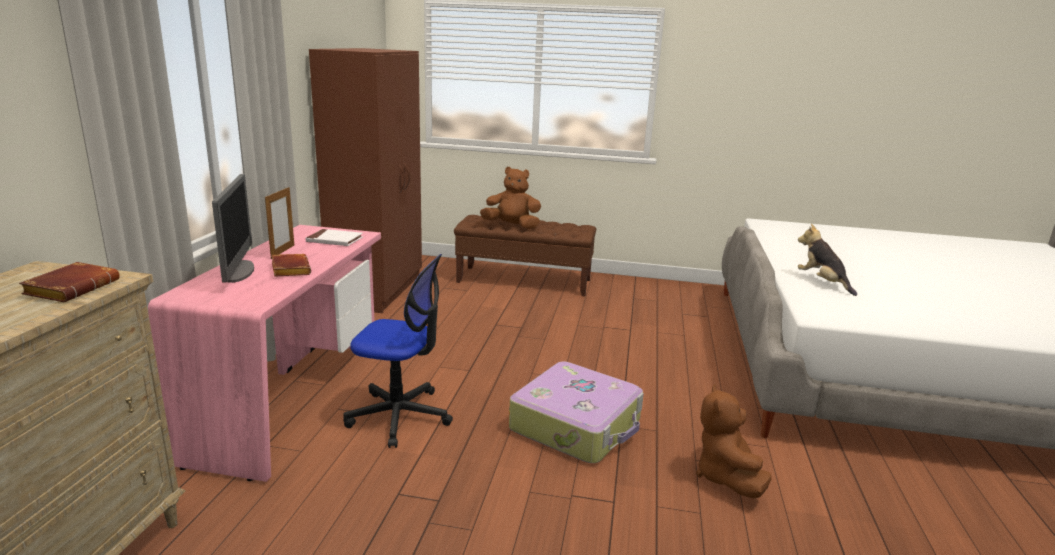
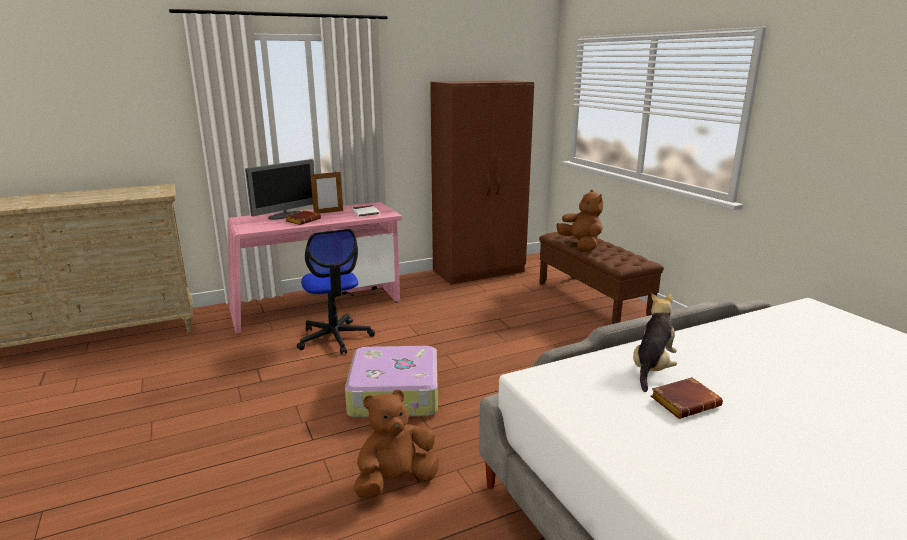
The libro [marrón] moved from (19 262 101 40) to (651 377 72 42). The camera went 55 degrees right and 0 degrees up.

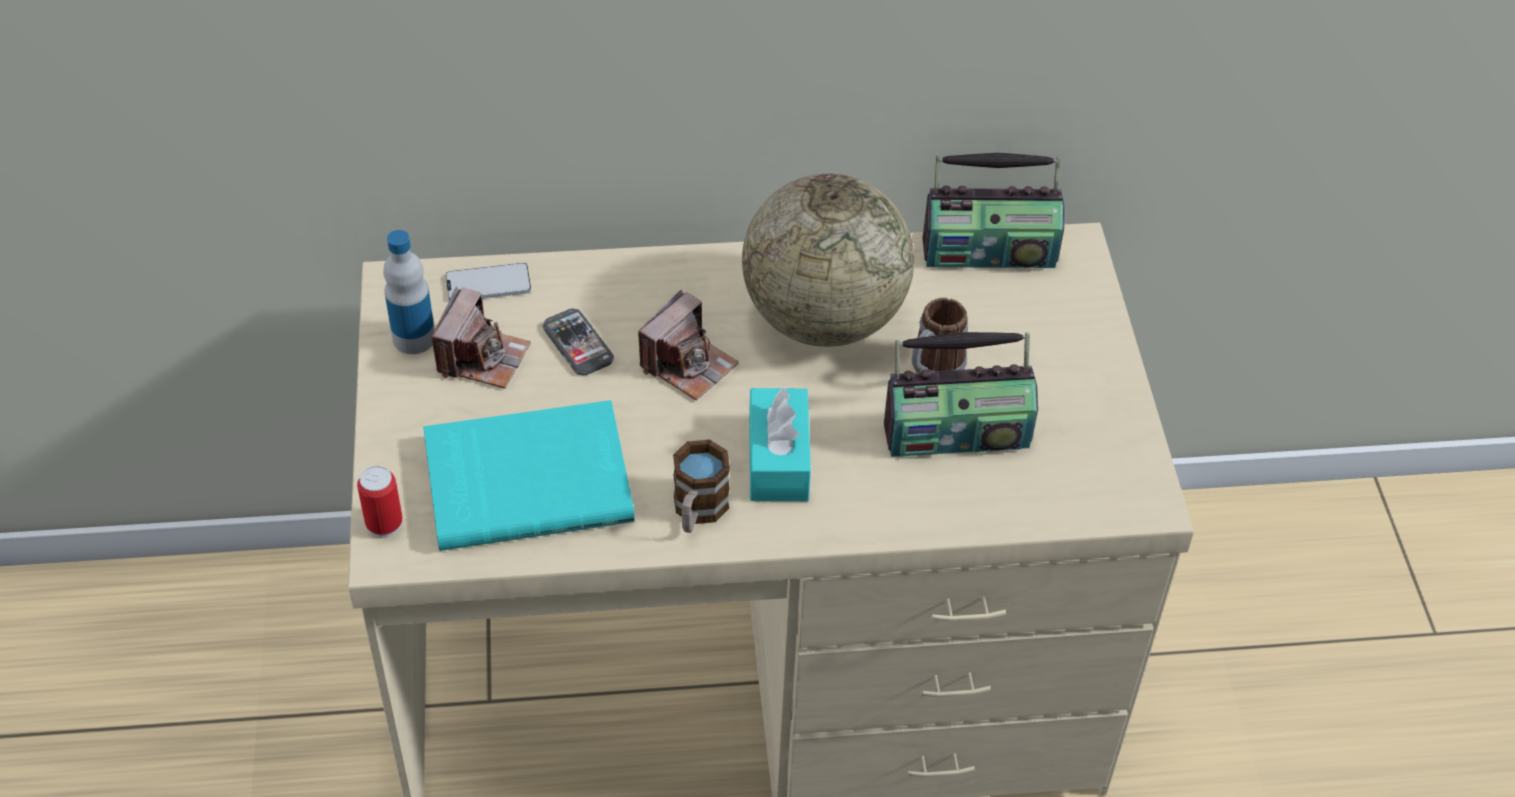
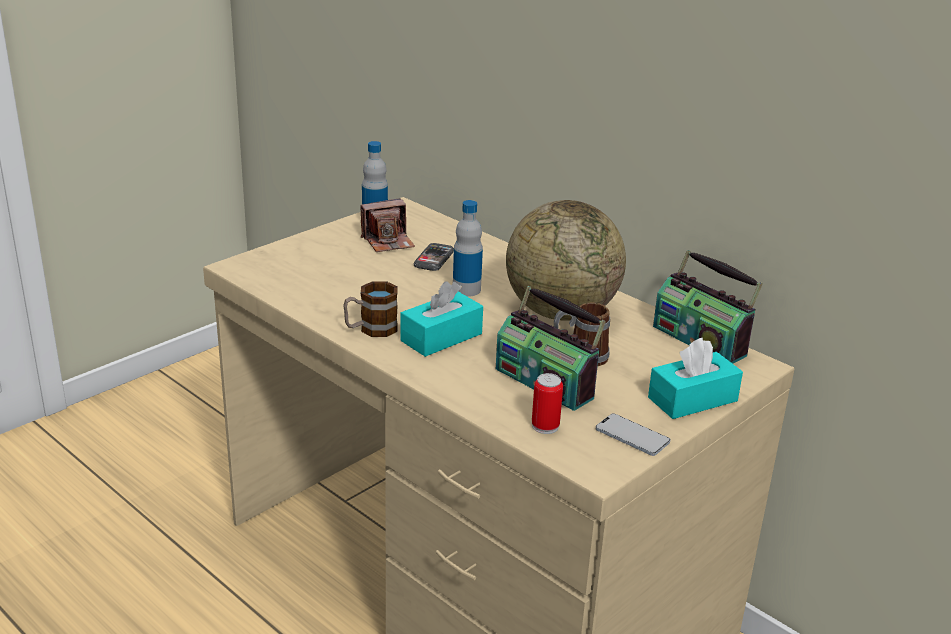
The libro [turquesa] at (423 400 212 151) disappeared. The caja de pañuelos [turquesa] at (648 338 95 81) appeared. The lata moved from (357 466 46 72) to (532 373 31 61). The móvil moved from (445 263 86 37) to (596 413 75 43). The cámara at (638 289 101 111) was replaced by the botella at (453 200 30 97). The camera went 50 degrees right and 20 degrees down.

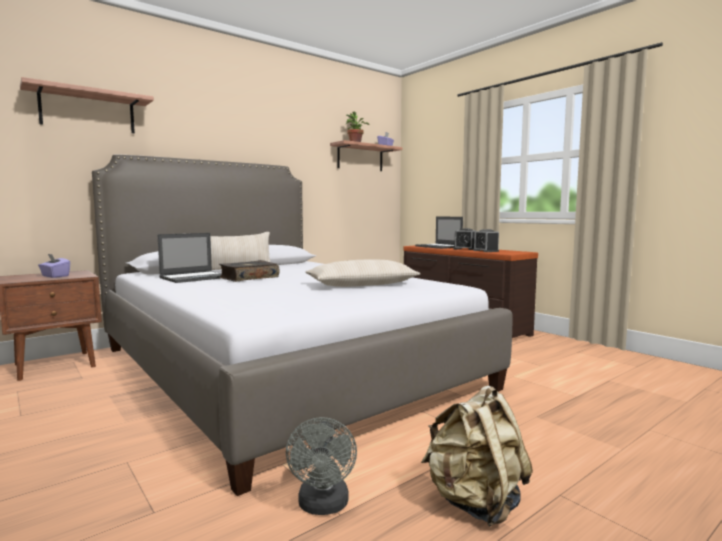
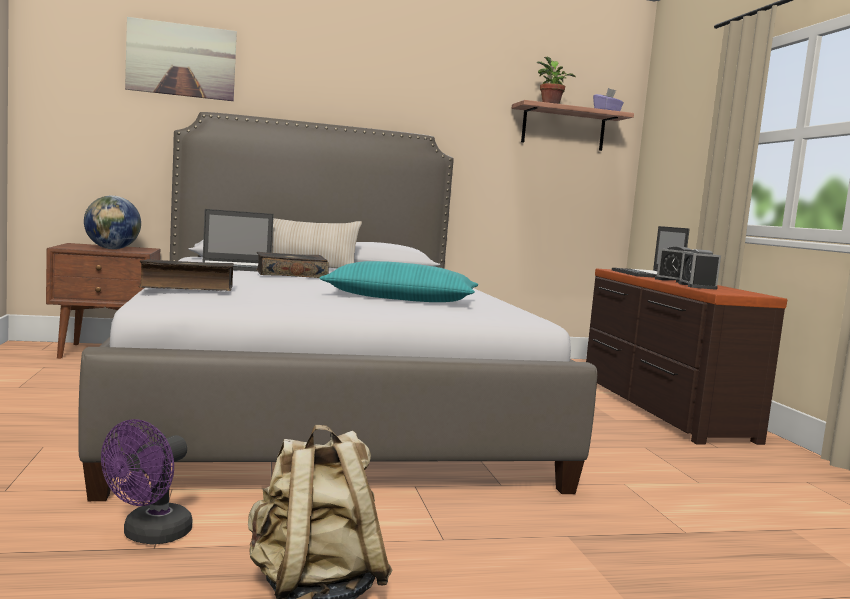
The libro at (138 259 96 32) appeared. The estante at (20 77 134 56) was replaced by the cuadro at (125 17 112 84). The caja de pañuelos [morado] at (38 253 32 25) was replaced by the globo terráqueo at (84 196 57 53). The ventilador [gris] at (286 417 71 98) became the ventilador [morado] at (101 419 92 126). The cojín [beis] at (305 259 116 28) became the cojín [turquesa] at (319 261 159 41). The camera went 25 degrees right and 0 degrees up.

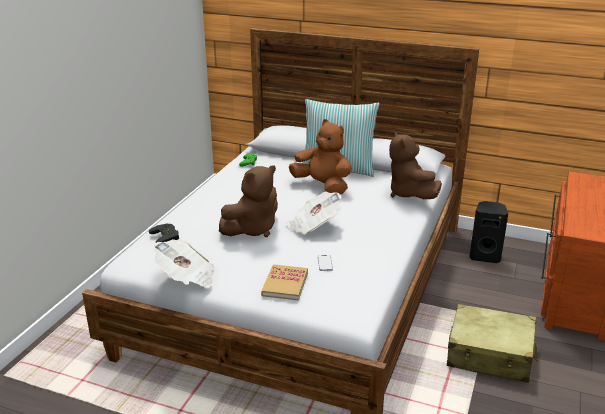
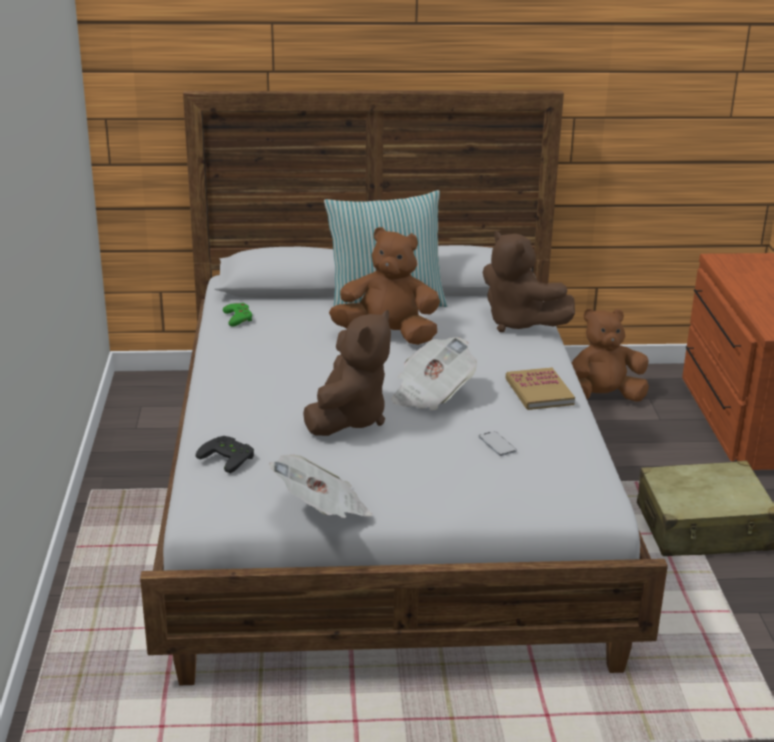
The libro moved from (261 264 47 37) to (505 367 70 43). The altavoz [negro] at (469 201 39 62) was replaced by the peluche [marrón] at (572 308 77 94). The camera went 25 degrees left and 0 degrees up.

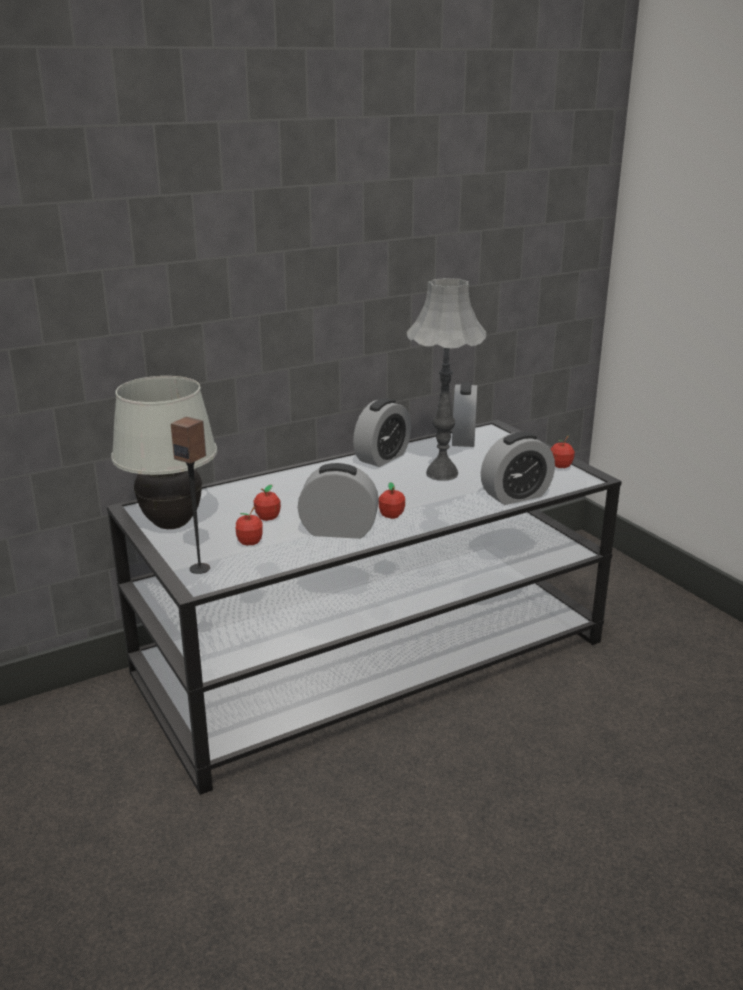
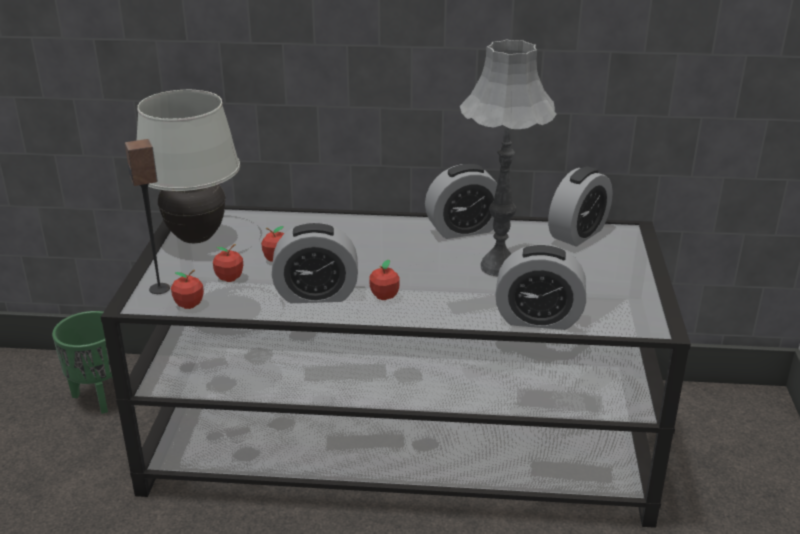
The maceta [verde] at (52 311 61 103) appeared. The manzana moved from (551 435 24 33) to (171 270 33 39). The despertador at (298 463 81 76) turned 135 degrees clockwise. The camera went 35 degrees right and 5 degrees up.

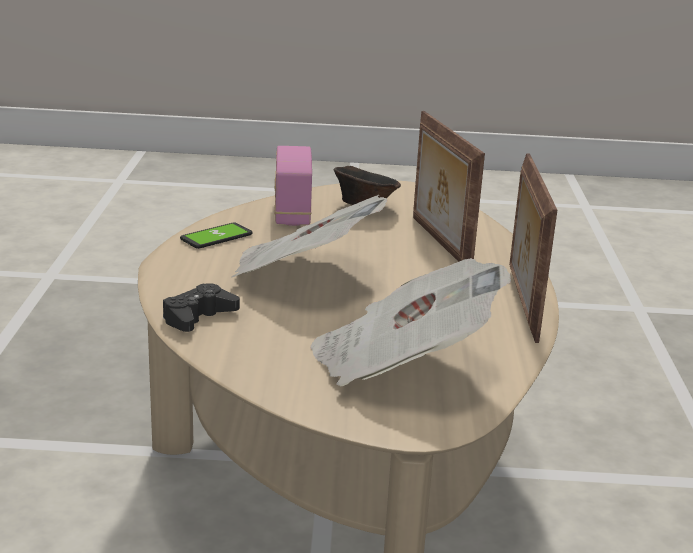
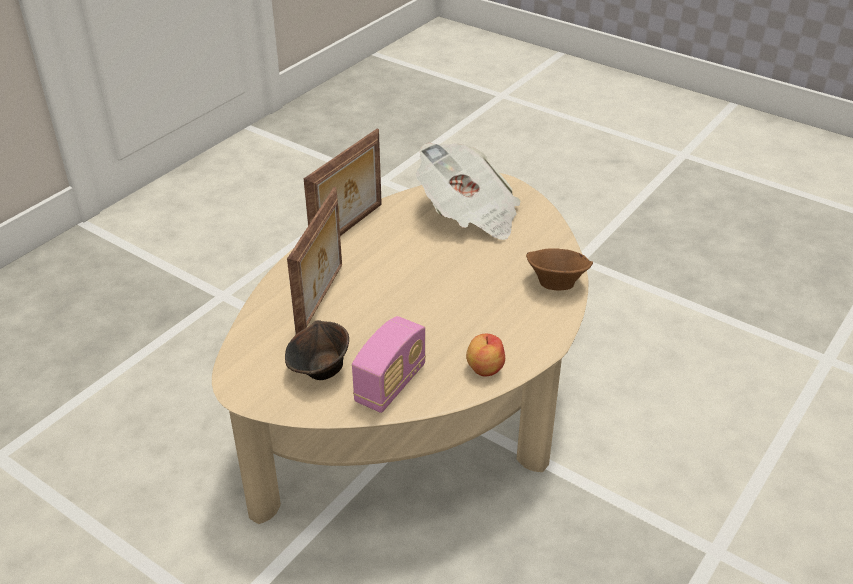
The periódico at (231 195 156 83) disappeared. The mando de consola [negro] at (163 283 77 49) was replaced by the cuenco [marrón] at (526 248 67 42). The móvil at (180 223 72 26) was replaced by the manzana at (466 334 39 42). The camera went 145 degrees left and 15 degrees up.

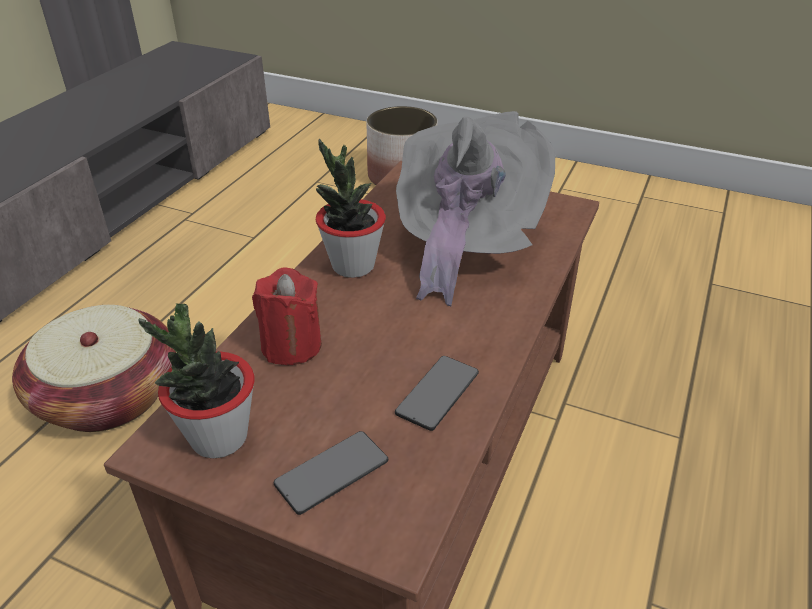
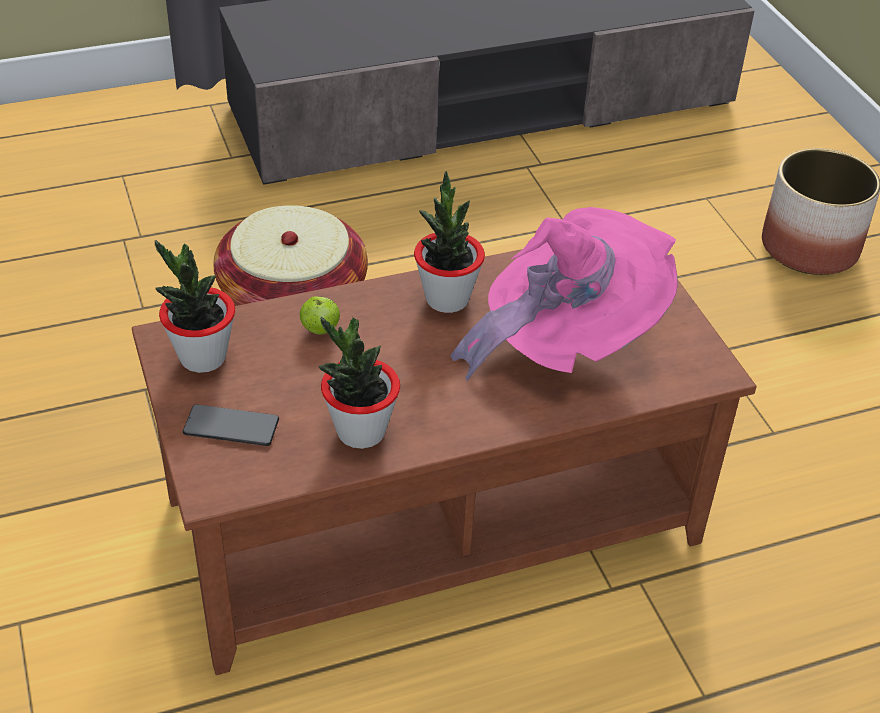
The vela [rojo] at (252 267 70 98) was replaced by the manzana at (300 296 40 39). The móvil at (395 356 84 75) was replaced by the planta en maceta at (318 317 82 132). The sombrero [gris] at (396 111 159 195) became the sombrero [rosa] at (450 207 228 174). The camera went 45 degrees right and 5 degrees up.

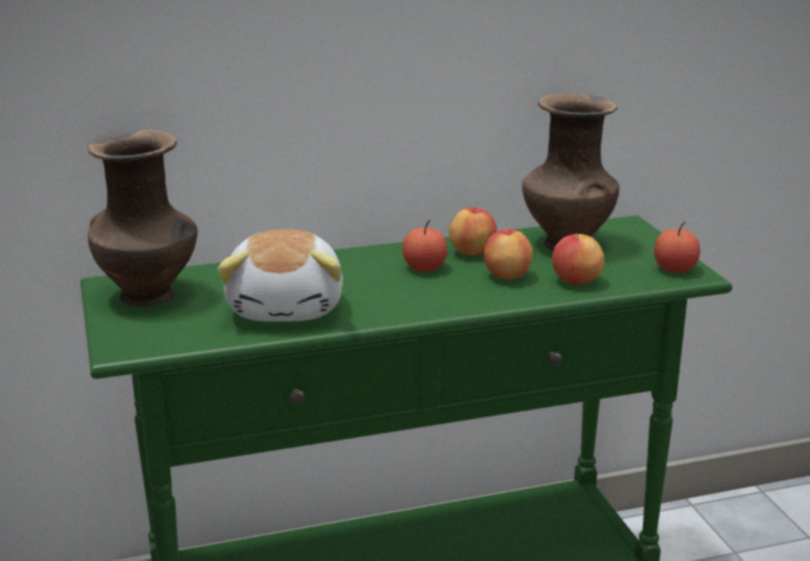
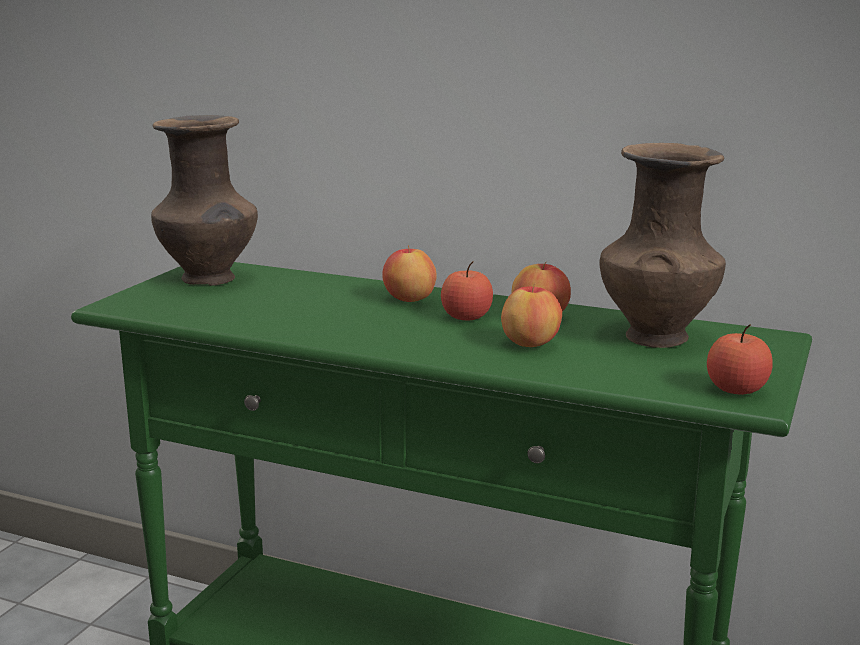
The peluche at (217 229 126 93) disappeared. The manzana moved from (552 232 52 52) to (382 245 55 57). The camera went 40 degrees right and 5 degrees down.

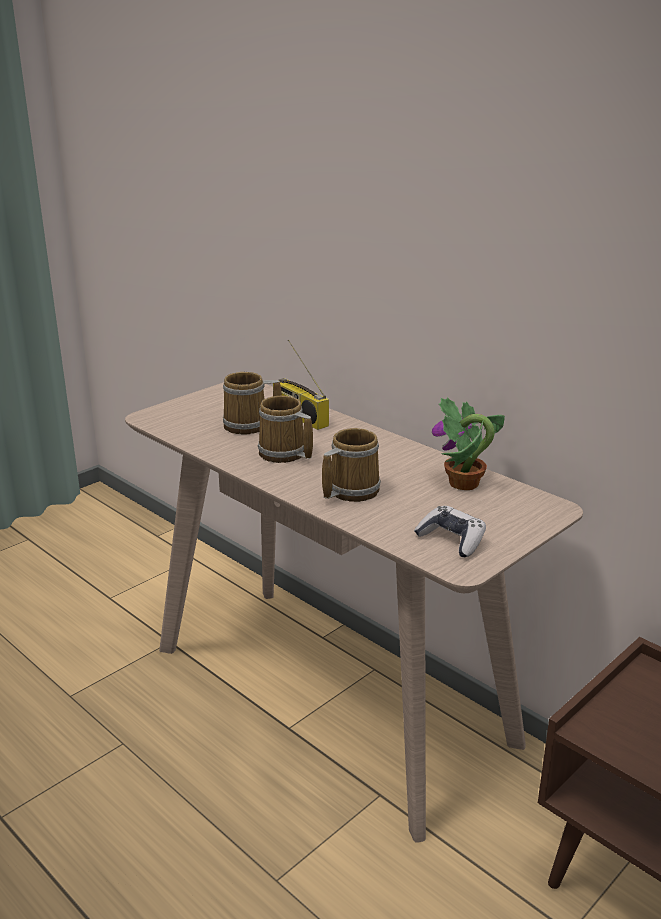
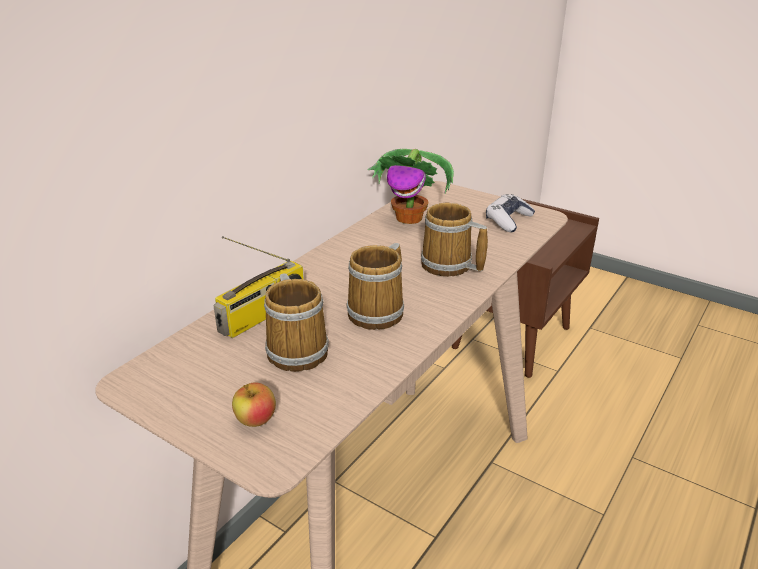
The manzana at (232 382 44 45) appeared. The camera went 100 degrees left and 5 degrees up.

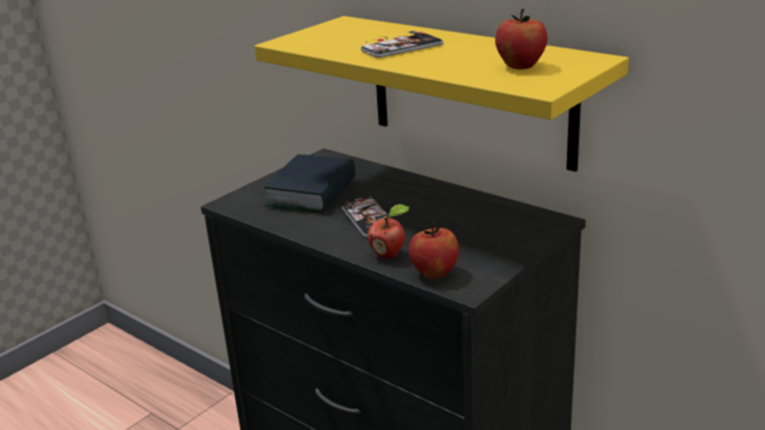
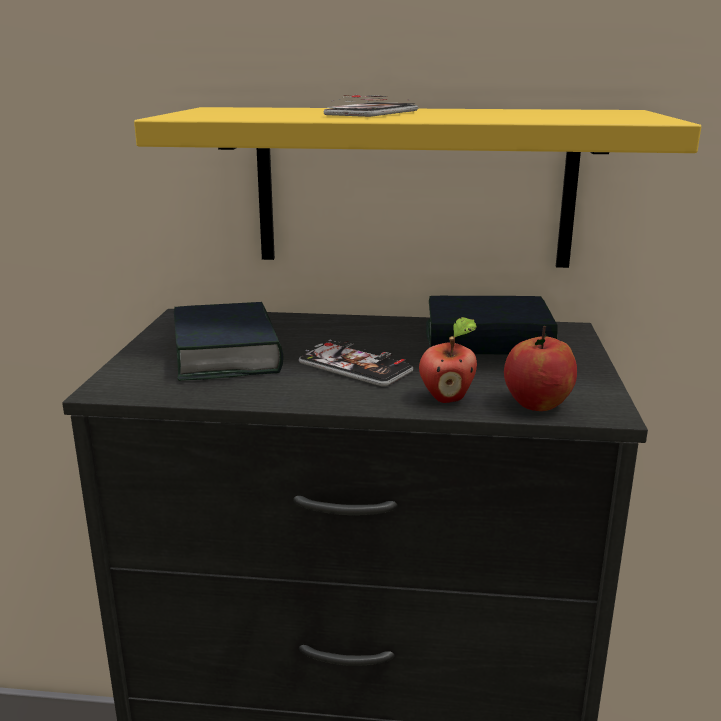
The manzana at (495 9 52 60) disappeared. The libro at (426 296 132 58) appeared. The camera went 35 degrees left and 5 degrees down.

